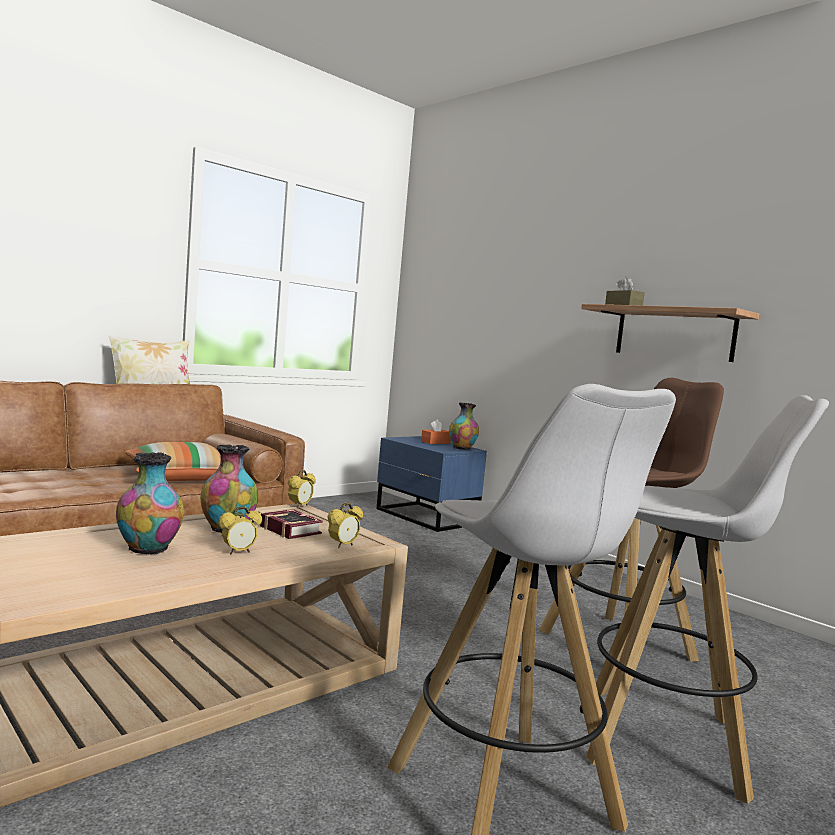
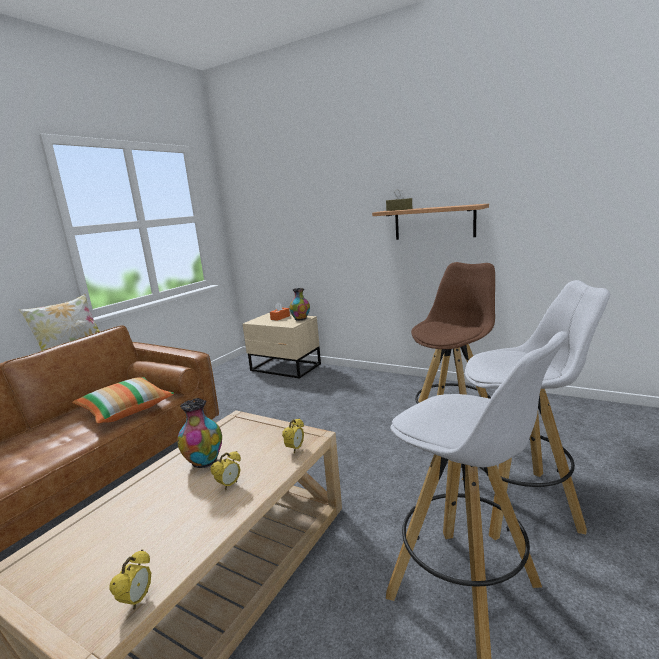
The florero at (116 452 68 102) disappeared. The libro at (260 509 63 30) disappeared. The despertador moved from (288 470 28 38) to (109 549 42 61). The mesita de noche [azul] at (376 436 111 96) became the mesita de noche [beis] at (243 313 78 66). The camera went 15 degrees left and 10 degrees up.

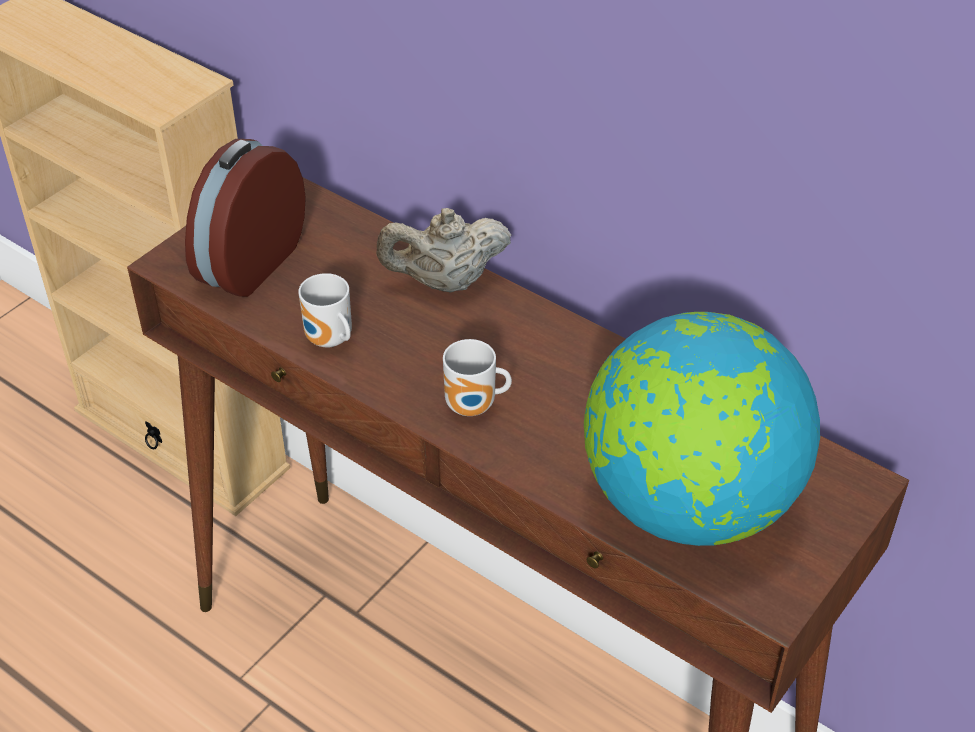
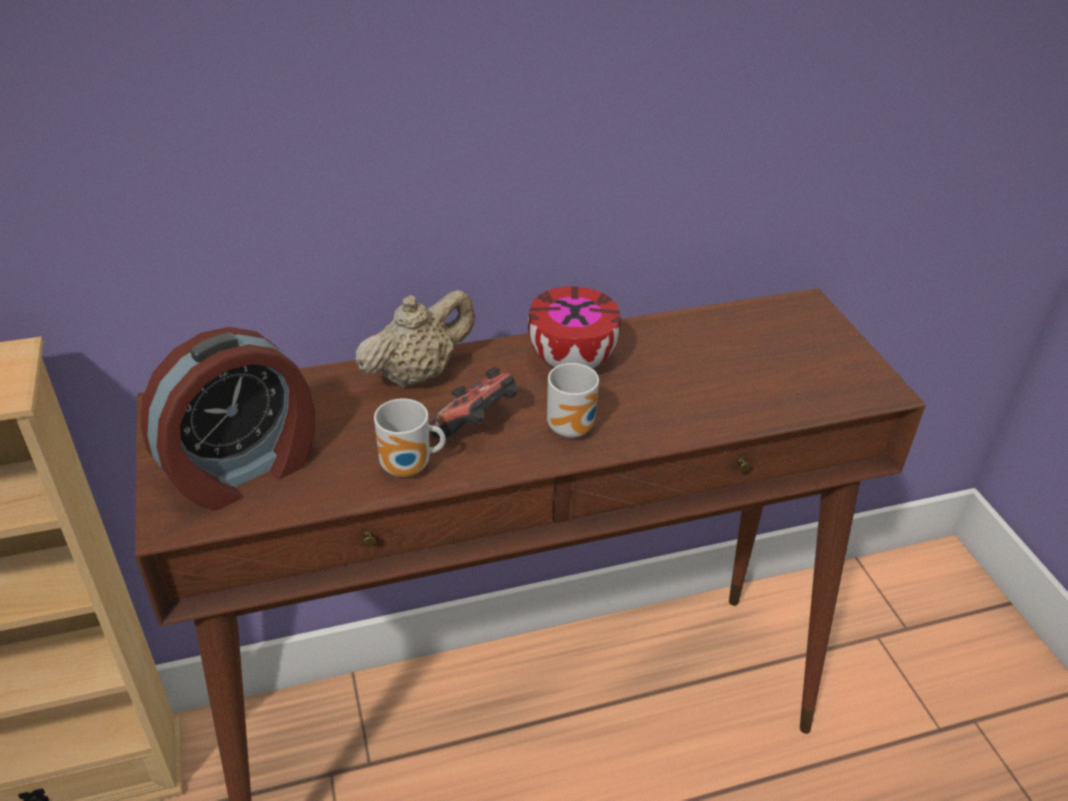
The globo terráqueo at (584 312 236 234) disappeared. The mando de consola at (429 367 89 72) appeared. The cuenco at (528 286 93 82) appeared. The despertador at (185 139 121 158) turned 105 degrees counterclockwise. The tetera [beis] at (377 208 134 85) turned 150 degrees counterclockwise. The camera went 55 degrees left and 5 degrees down.

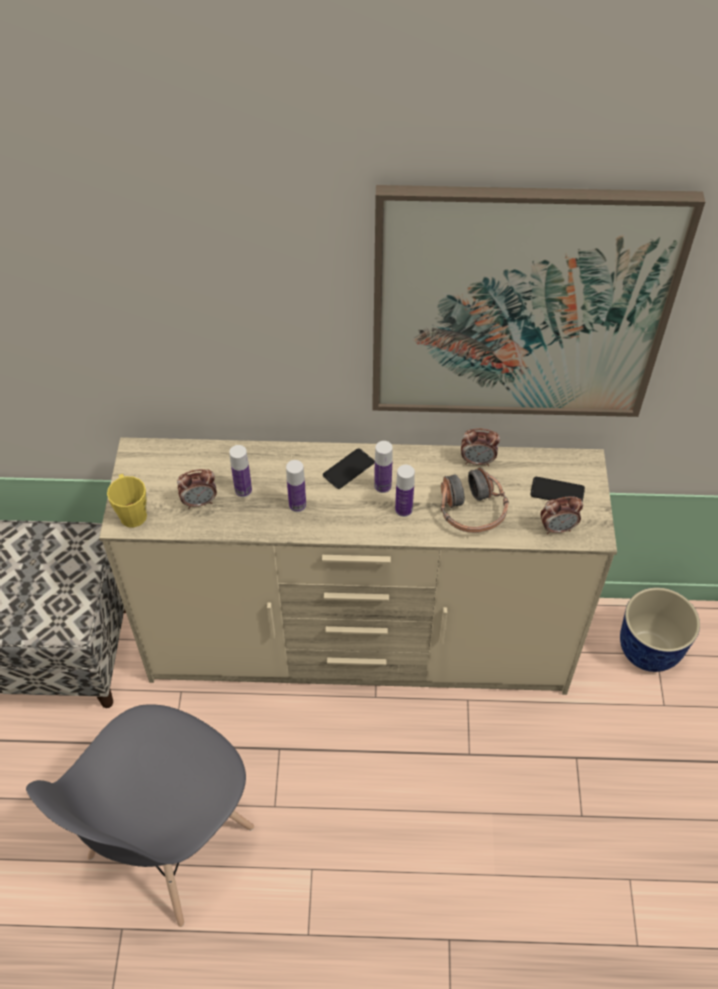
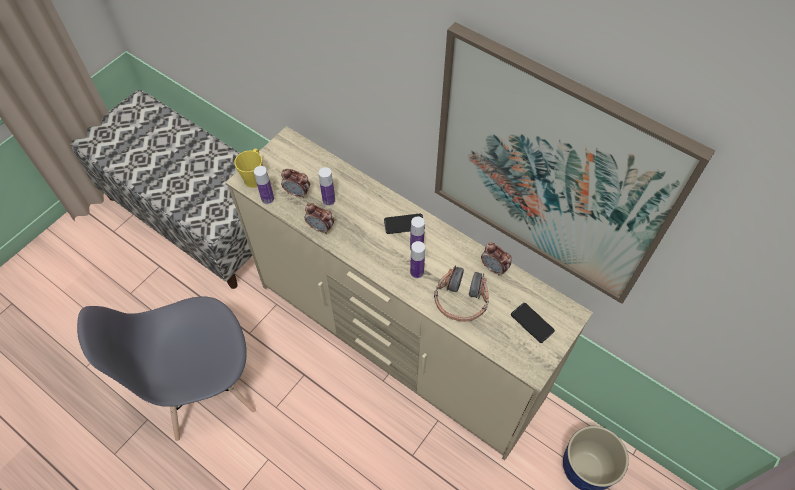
The botella moved from (286 460 20 52) to (254 166 20 38). The despertador moved from (541 496 42 38) to (305 203 29 31). The camera went 35 degrees right and 5 degrees up.

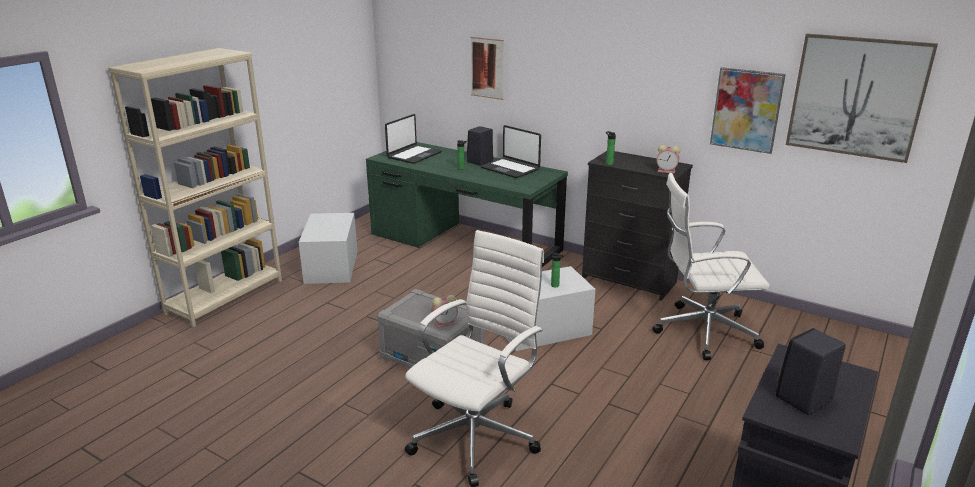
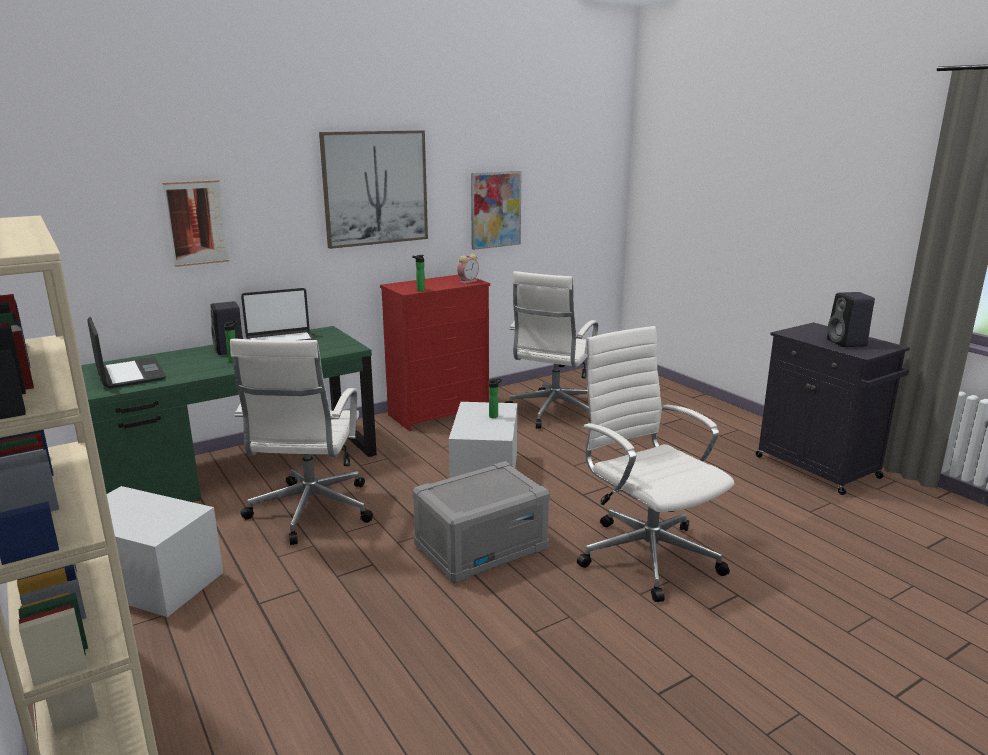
The despertador at (431 295 27 33) disappeared. The silla de oficina [blanco] at (230 339 143 206) appeared. The cuadro moved from (786 34 152 129) to (319 130 109 119). The cómoda [negro] at (582 151 111 150) became the cómoda [rojo] at (380 275 110 156). The camera went 65 degrees left and 5 degrees down.

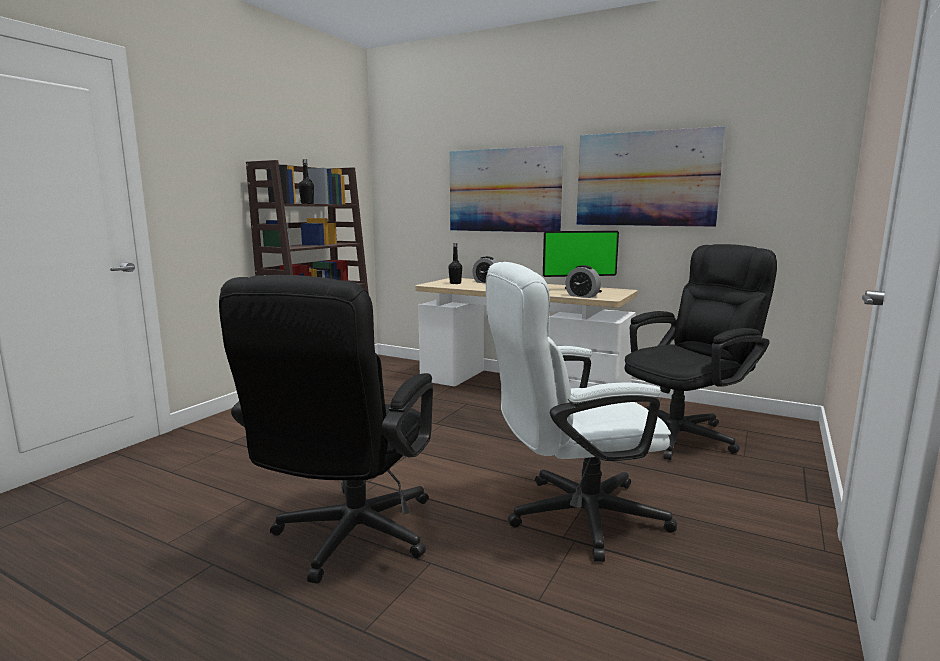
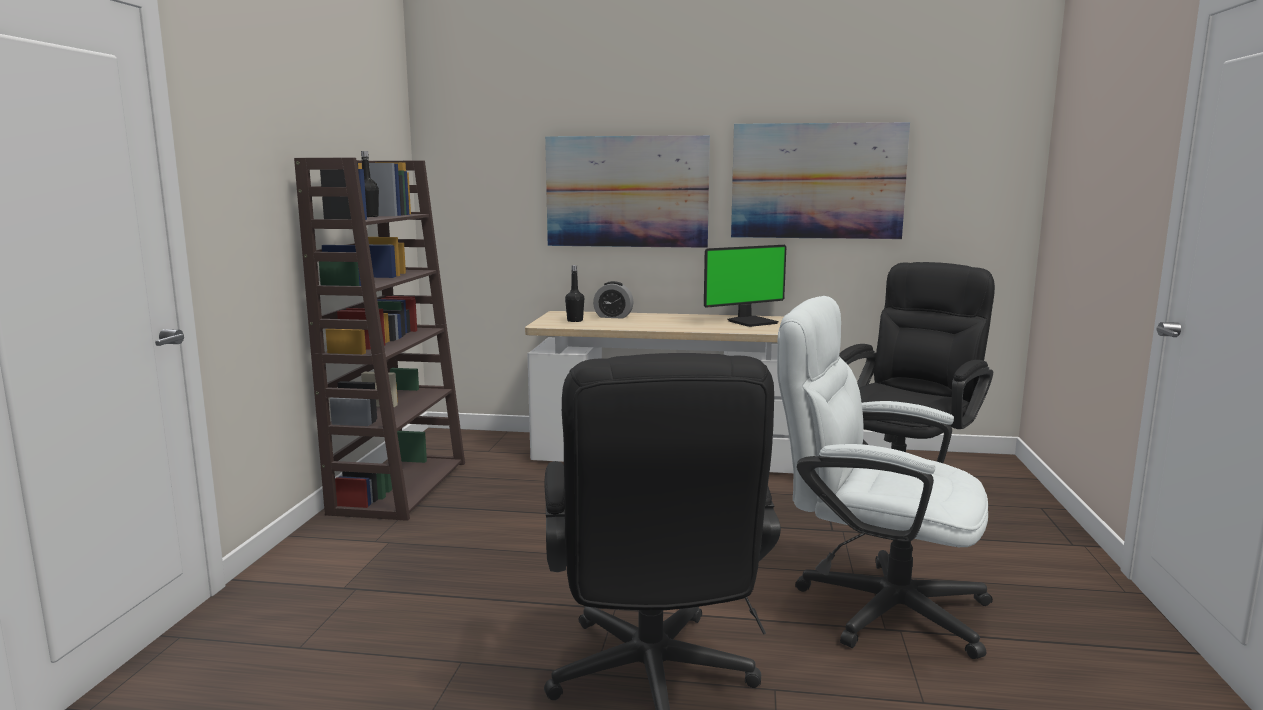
The despertador at (565 265 36 33) disappeared. The silla de oficina [blanco] at (486 262 191 300) turned 60 degrees clockwise. The camera went 20 degrees left and 0 degrees up.

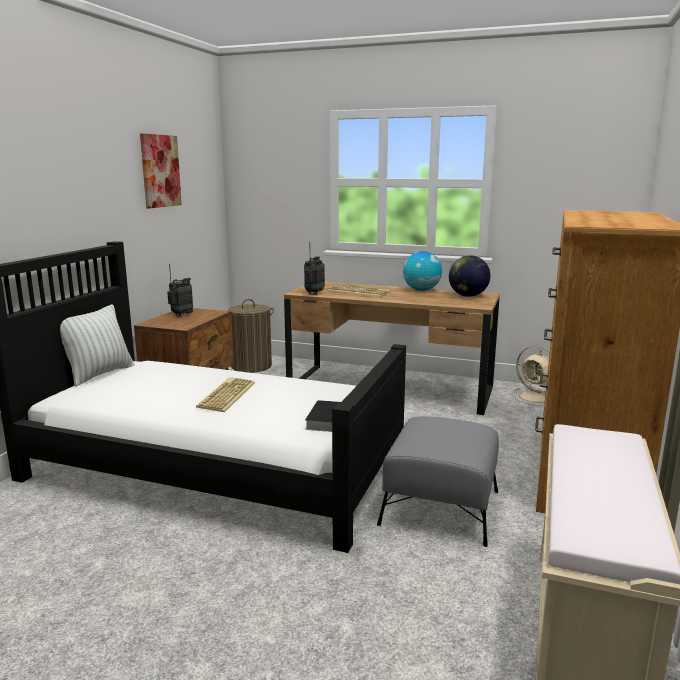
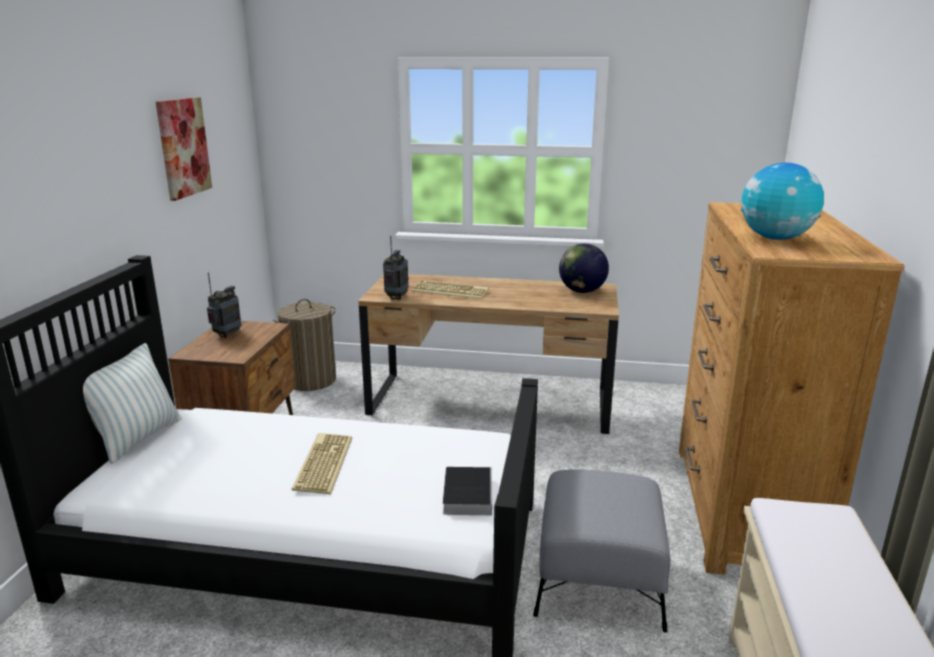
The ventilador [beis] at (511 346 39 60) disappeared. The globo terráqueo moved from (403 251 39 40) to (741 163 83 77). The camera went 10 degrees left and 5 degrees up.

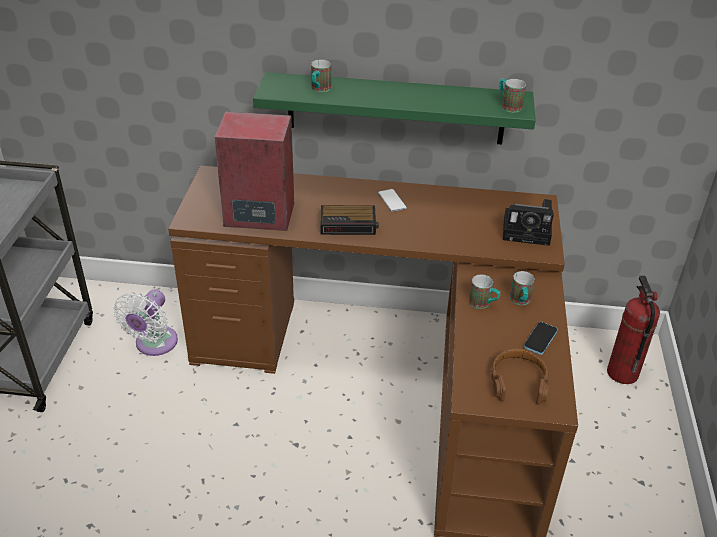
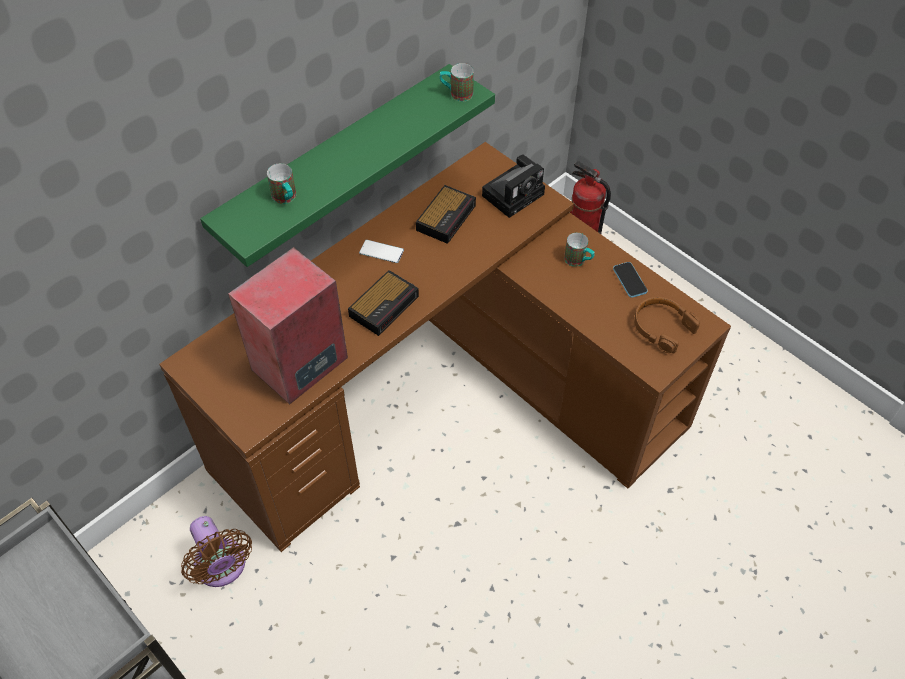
The taza grande at (469 274 31 35) disappeared. The despertador at (416 185 60 59) appeared. The ventilador [blanco] at (114 290 64 66) became the ventilador [marrón] at (181 516 71 71). The camera went 50 degrees left and 15 degrees up.

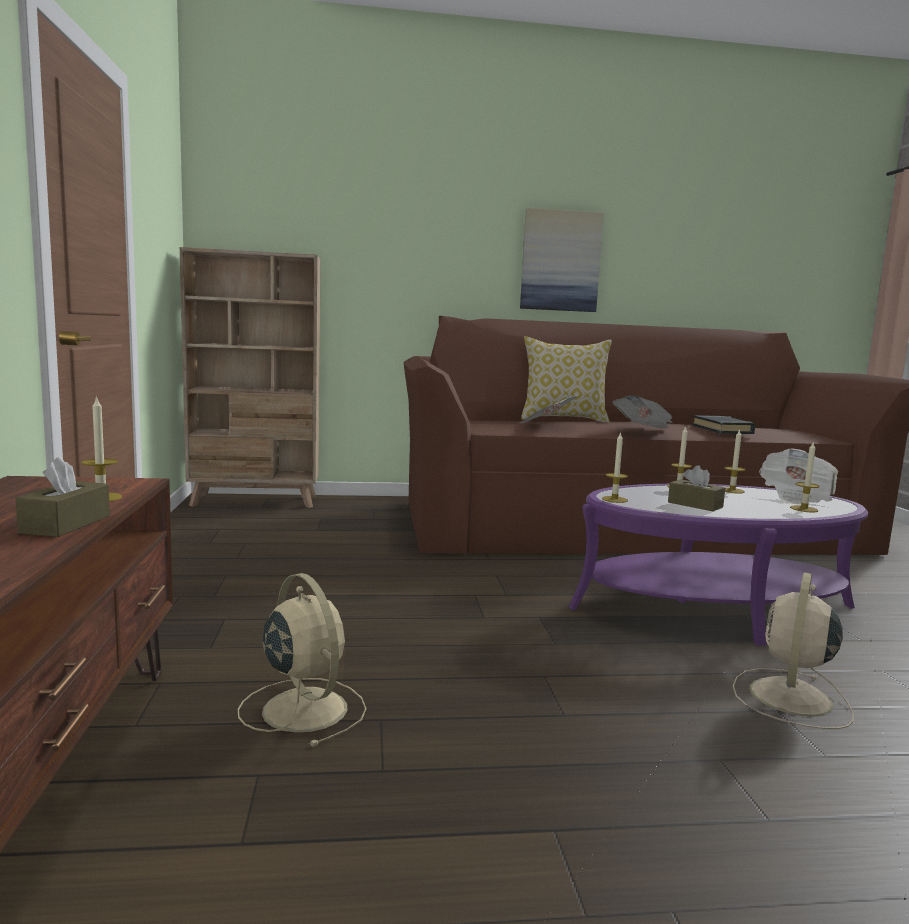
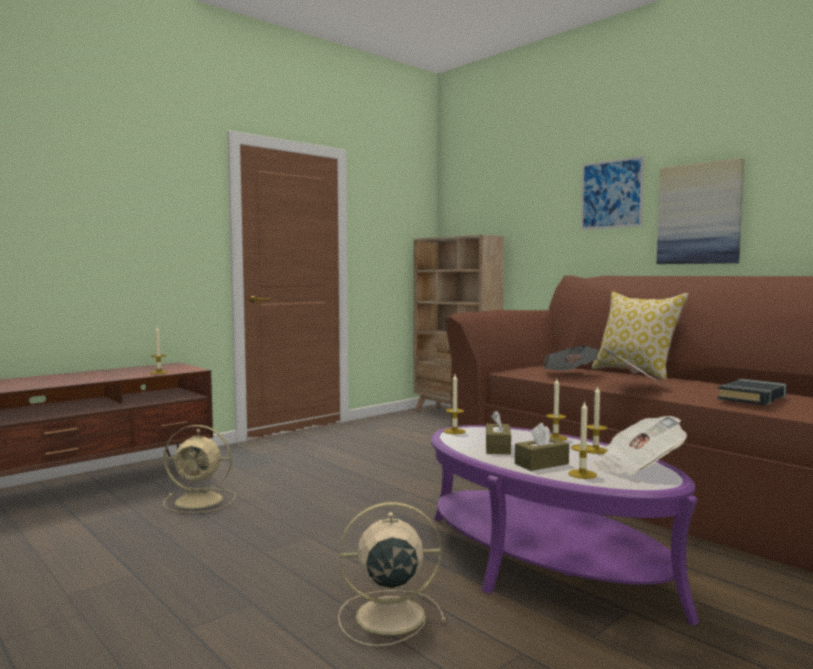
The cuadro at (581 156 64 74) appeared. The caja de pañuelos [marrón] moved from (15 456 95 81) to (515 423 54 48). The ventilador [beis] at (238 573 128 174) turned 75 degrees clockwise. The camera went 55 degrees right and 5 degrees down.

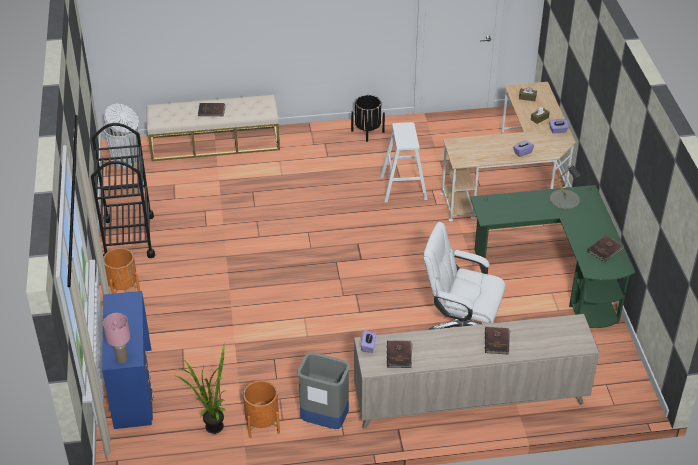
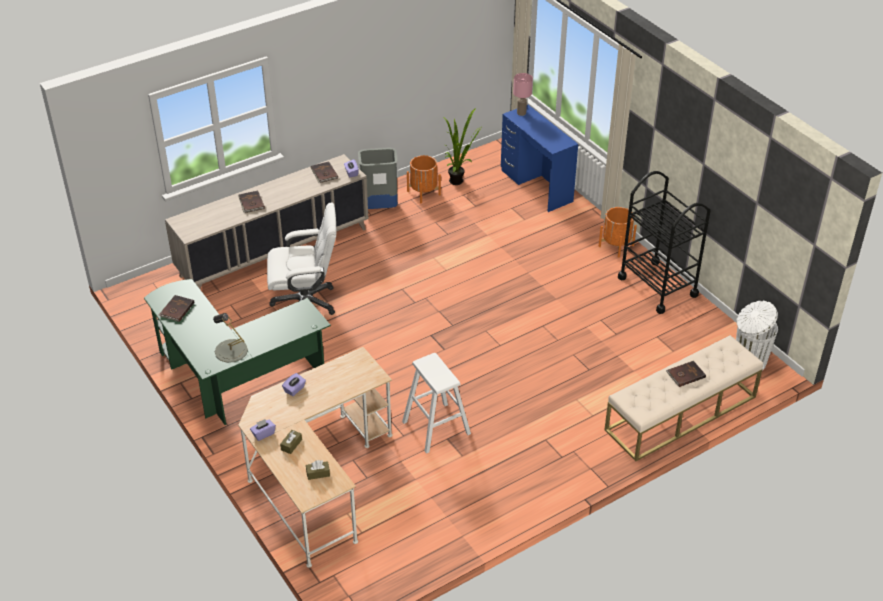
The maceta [negro] at (351 95 34 47) disappeared. The camera went 155 degrees right and 0 degrees up.

